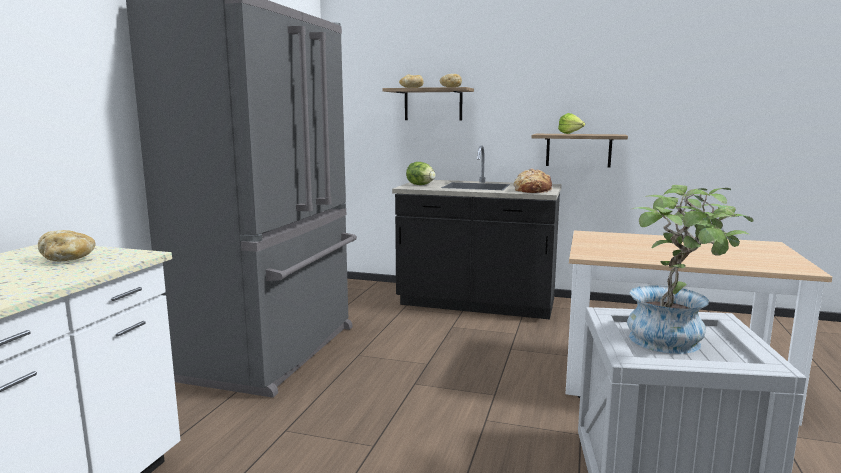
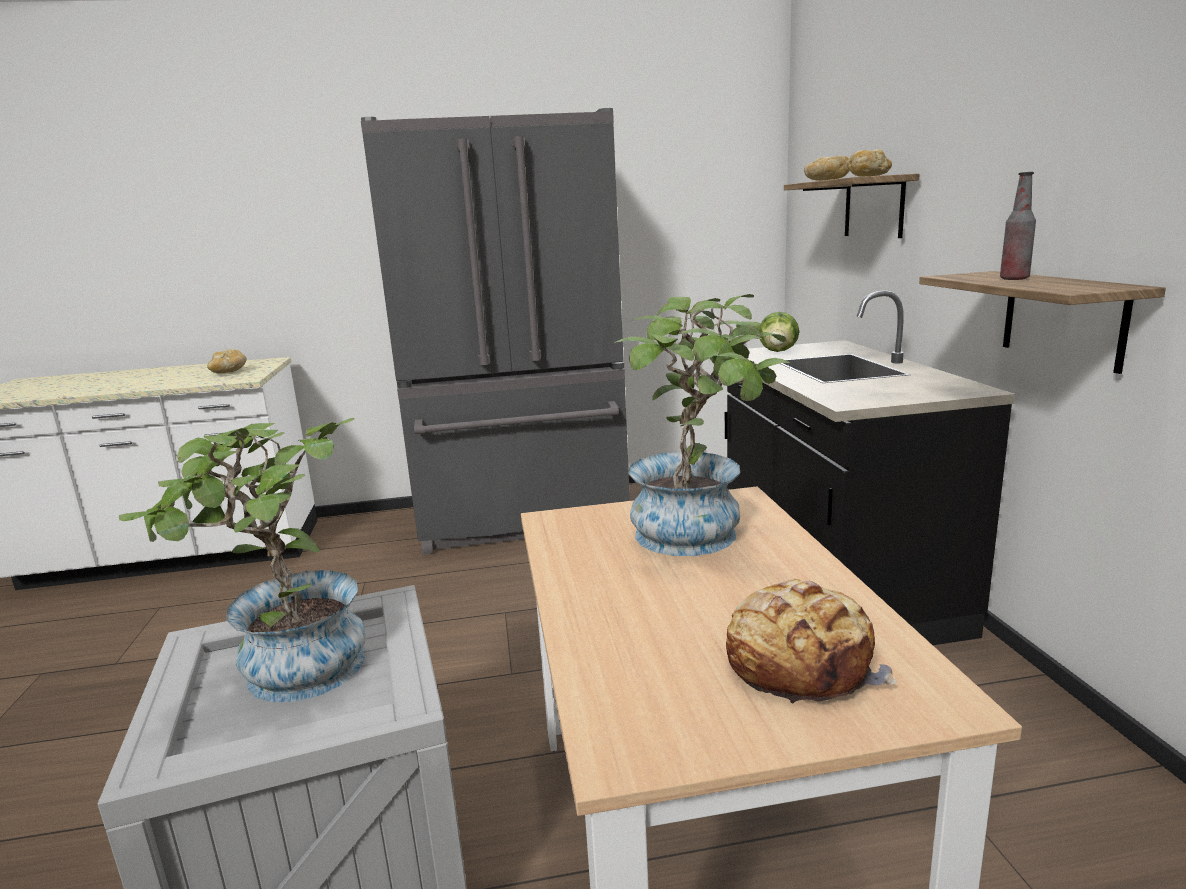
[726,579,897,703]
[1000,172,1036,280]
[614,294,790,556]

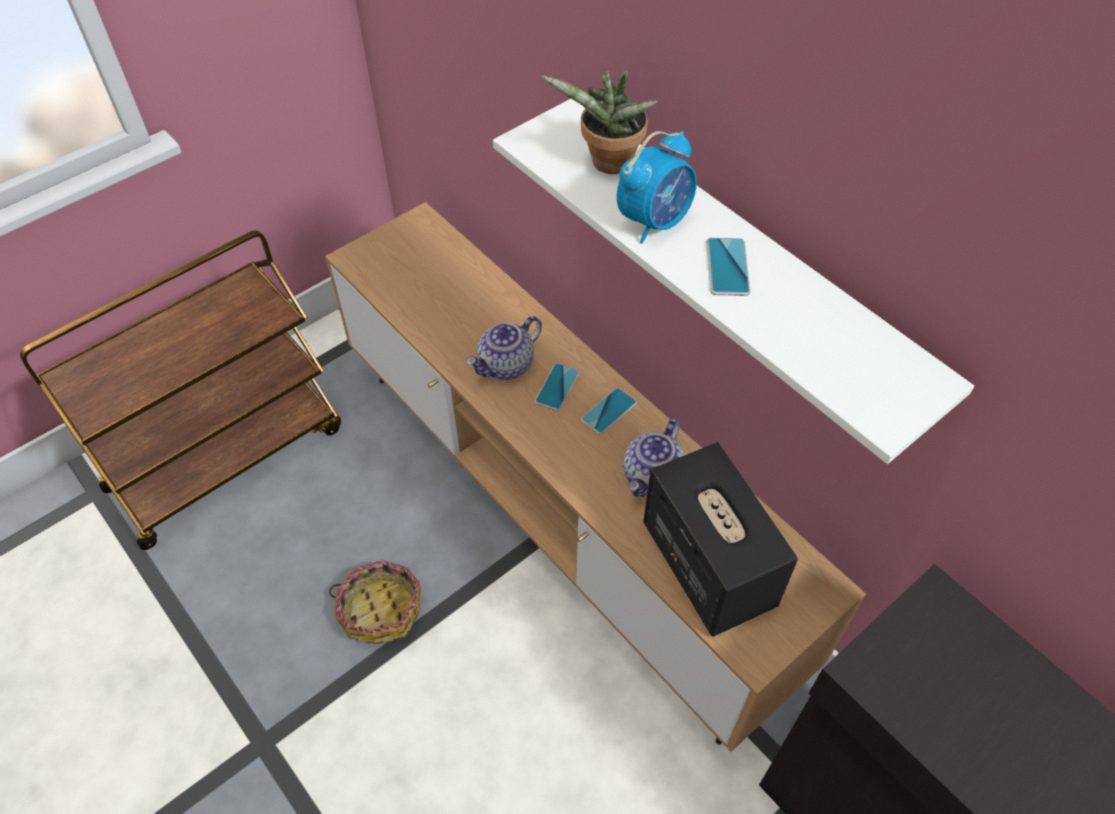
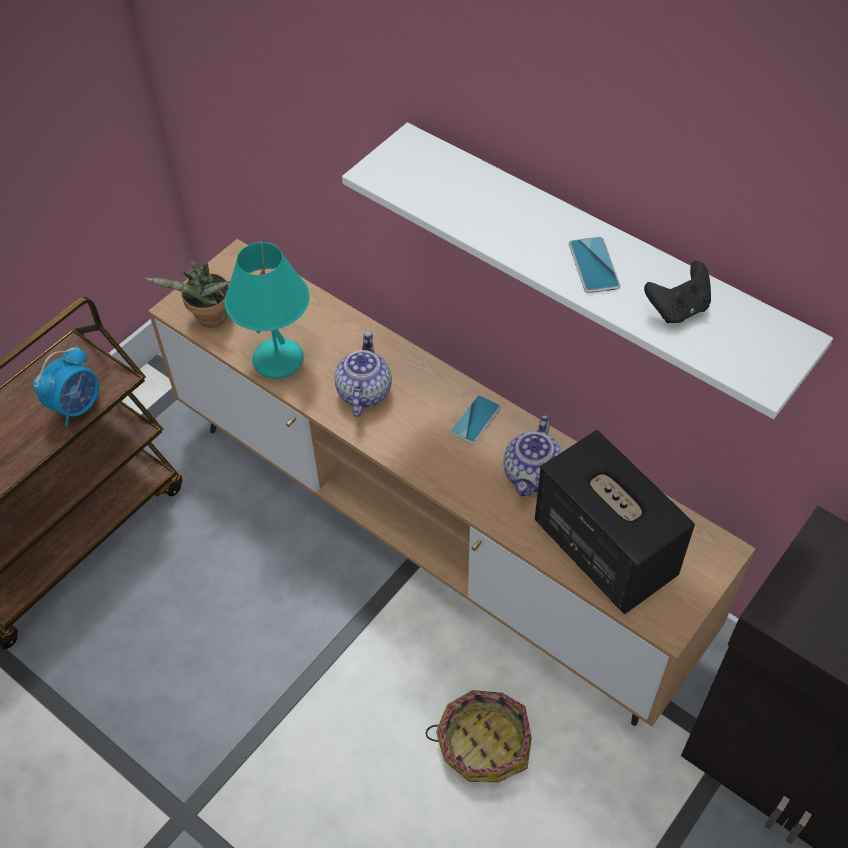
[426,690,532,782]
[335,331,392,417]
[535,363,580,411] (first image)
[144,260,230,328]
[33,345,100,427]
[224,242,310,379]
[644,261,711,323]

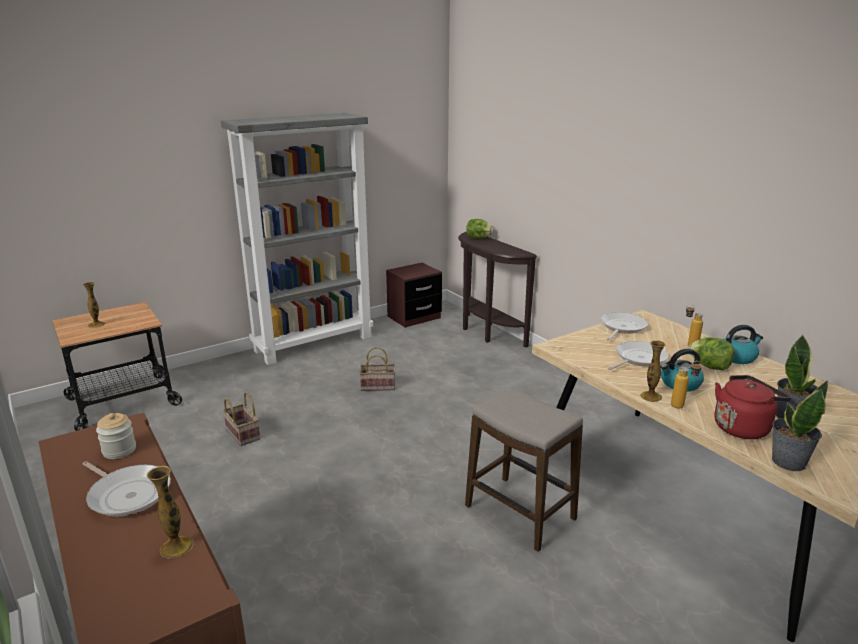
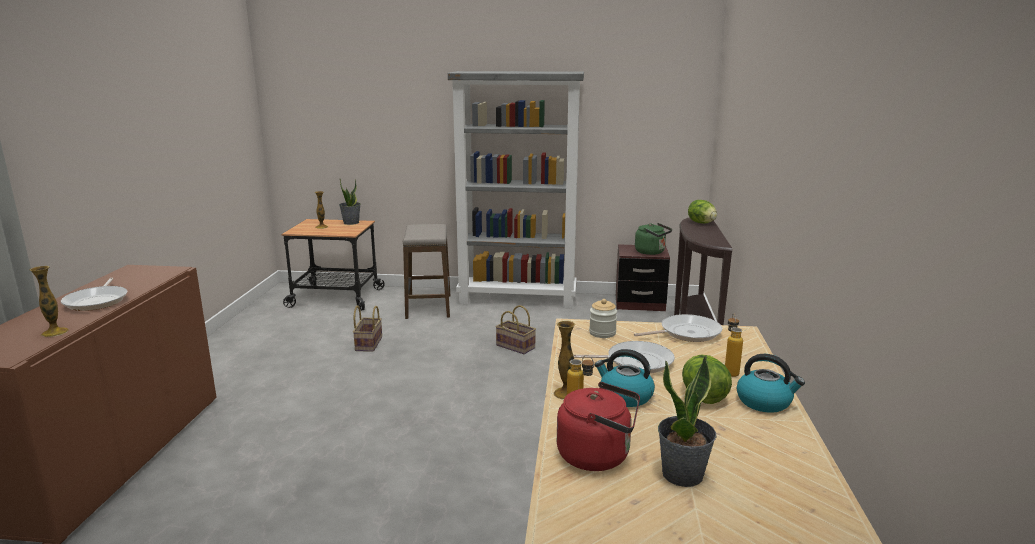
[589,299,617,338]
[403,224,450,319]
[339,179,361,225]
[635,223,672,255]

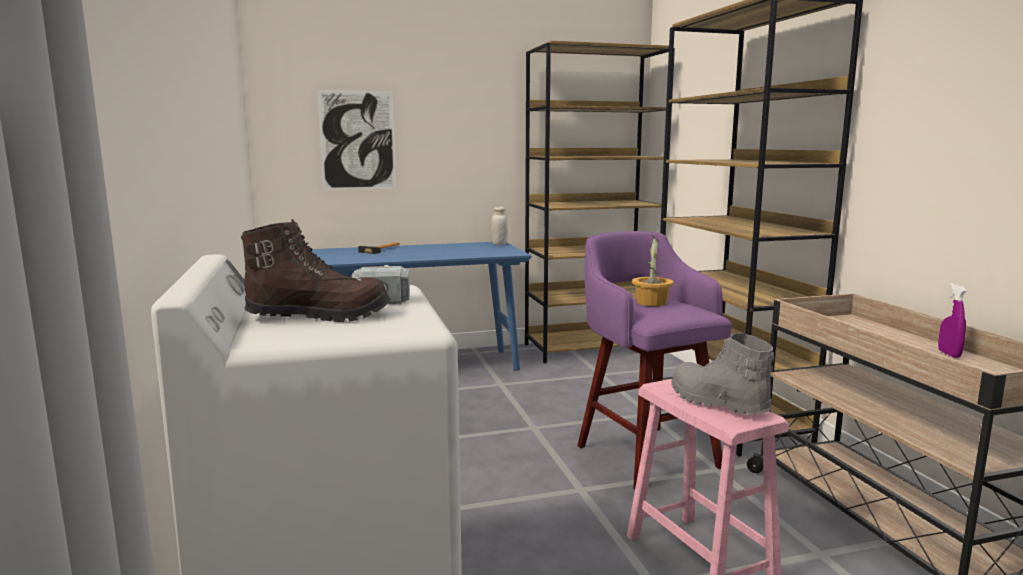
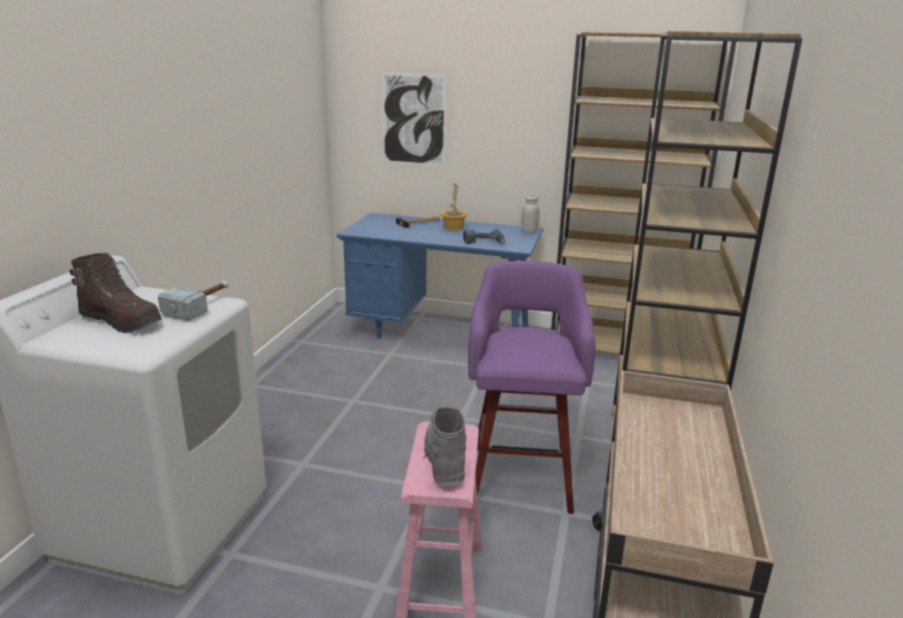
[441,184,467,231]
[938,283,967,358] (first image)
[463,229,505,244]

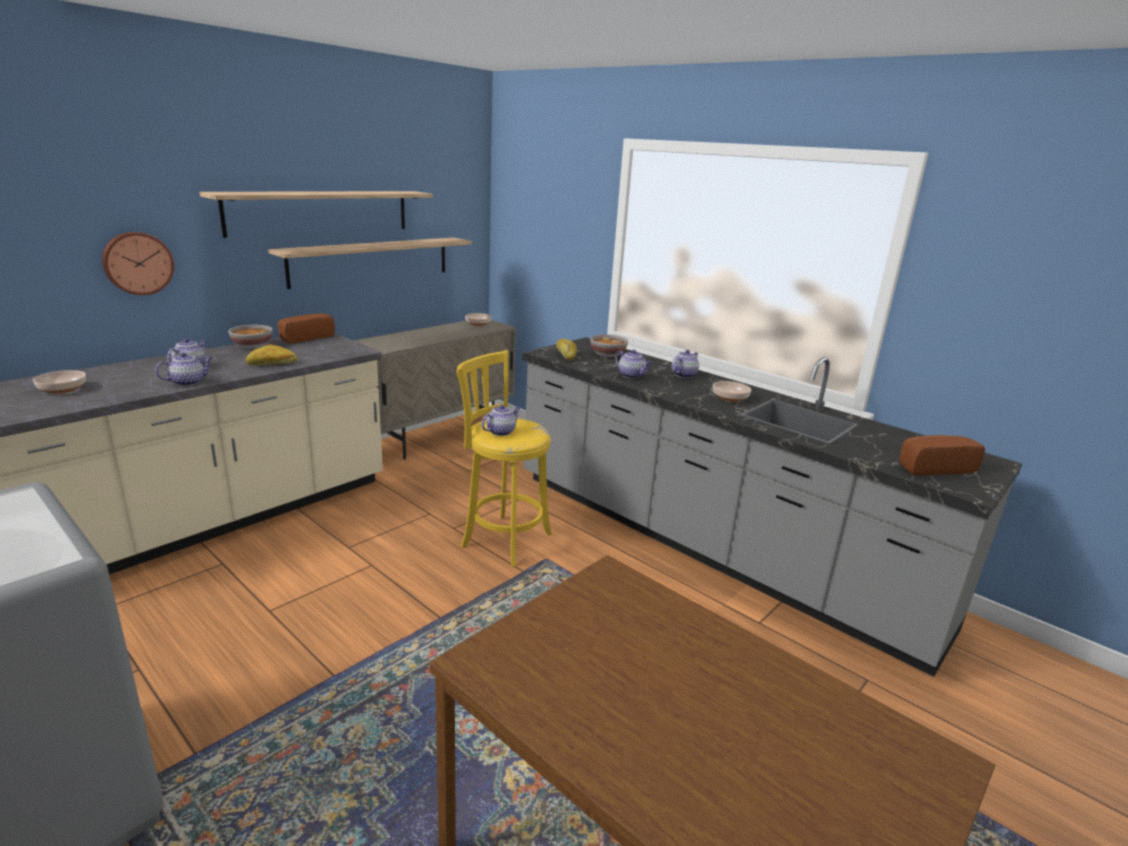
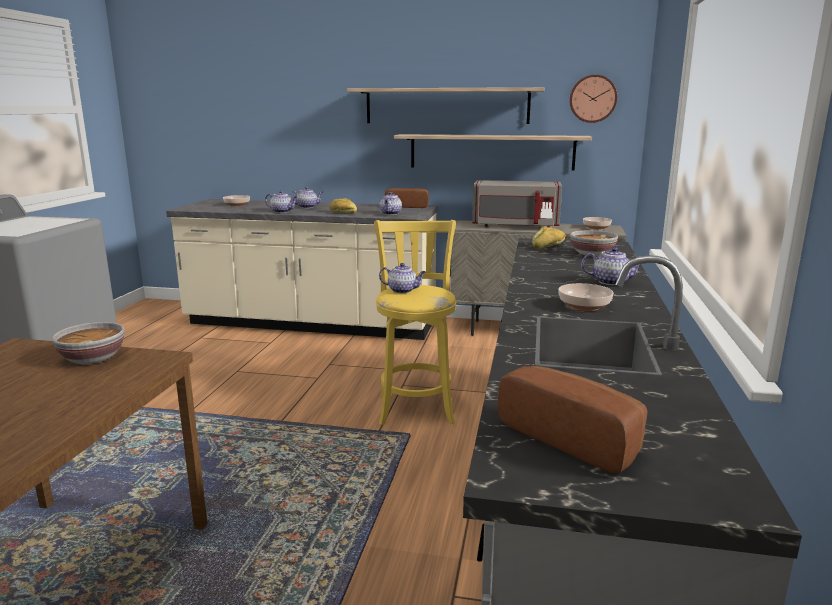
[570,75,617,123]
[52,322,124,364]
[380,192,402,215]
[472,180,562,227]

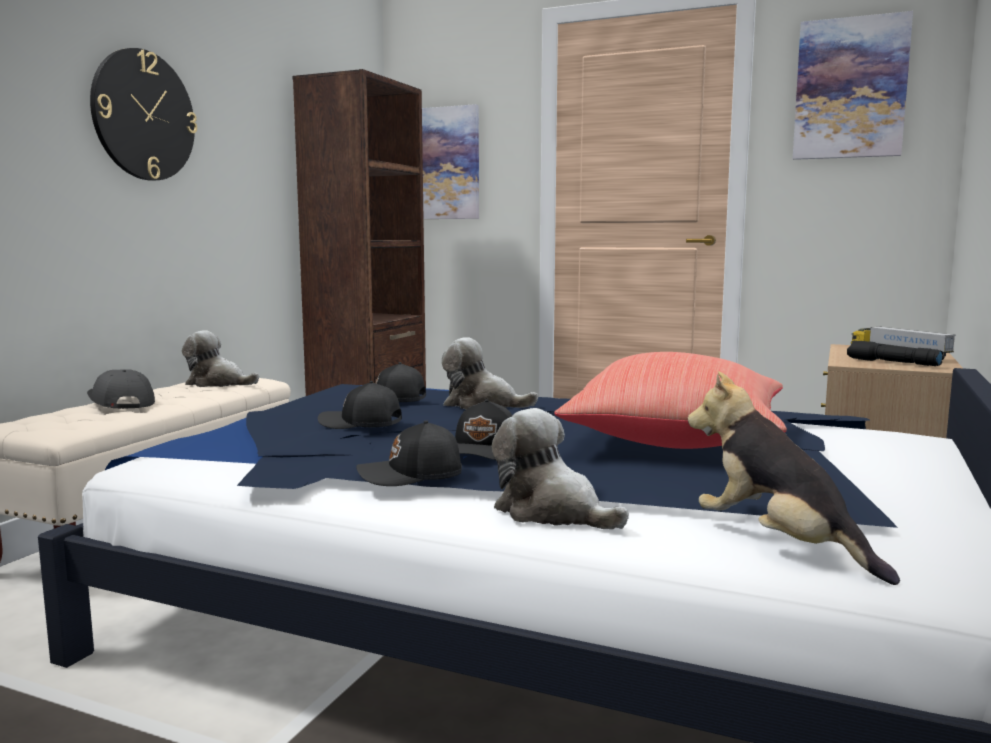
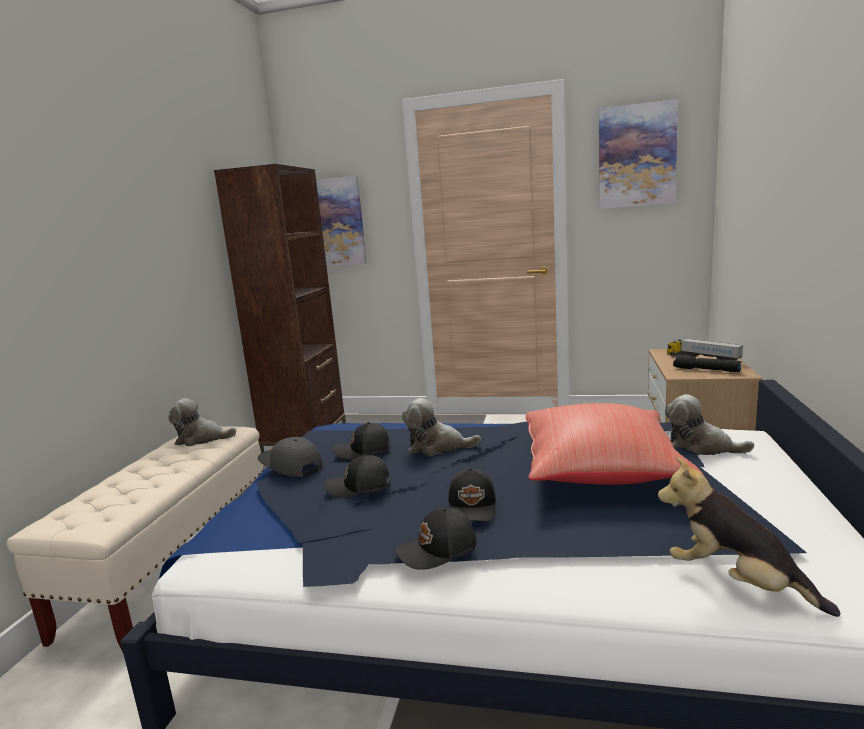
[258,437,323,477]
[90,48,197,181] (first image)
[665,394,754,456]

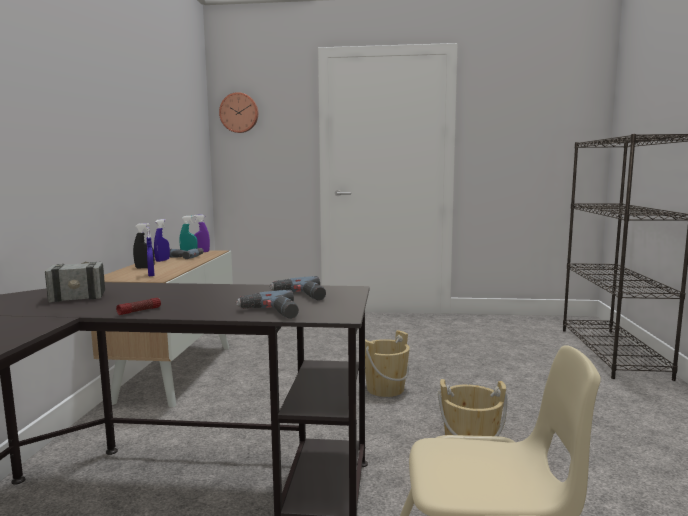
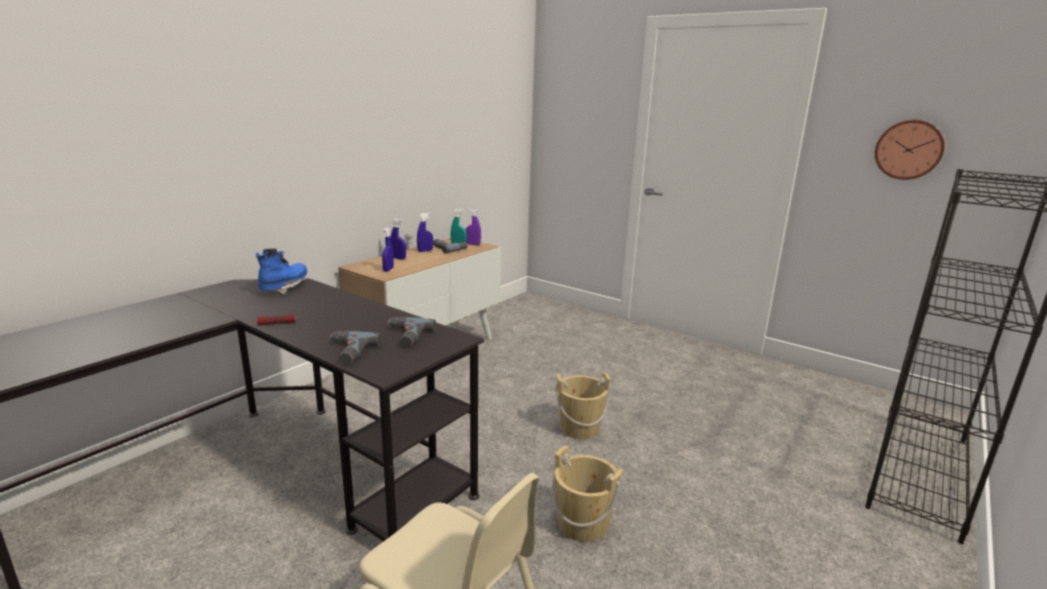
[255,248,307,294]
[390,219,406,260]
[875,120,945,180]

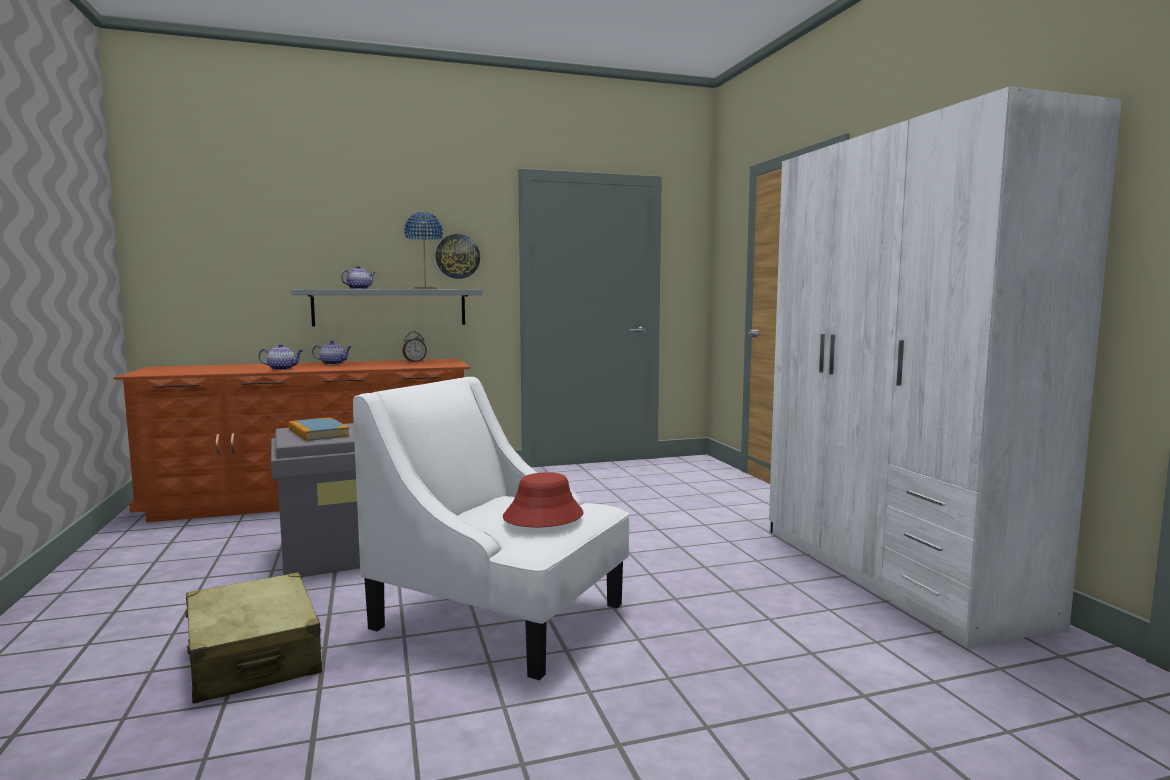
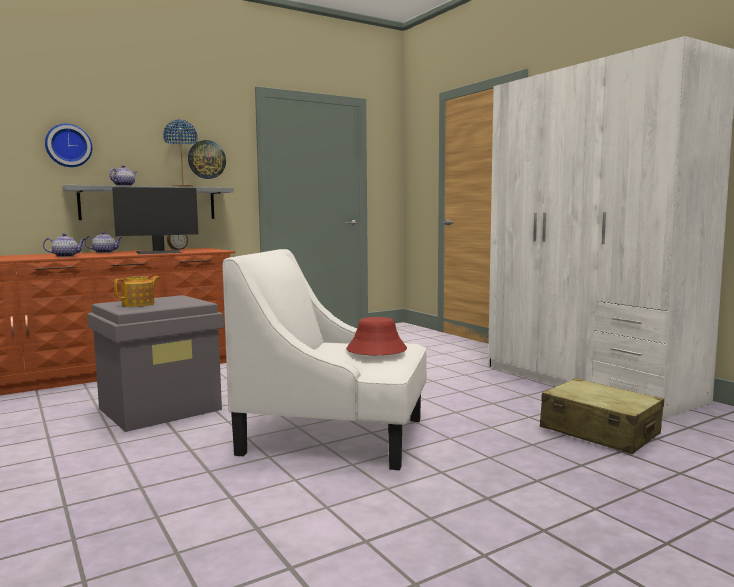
[540,378,664,454]
[114,276,160,307]
[45,124,92,167]
[112,187,198,254]

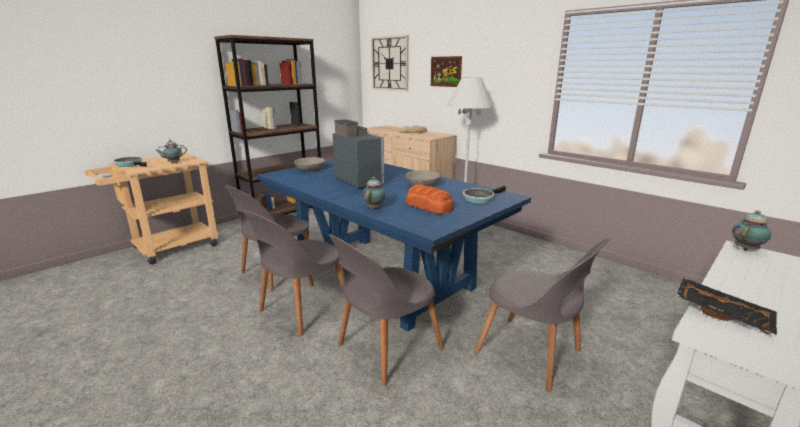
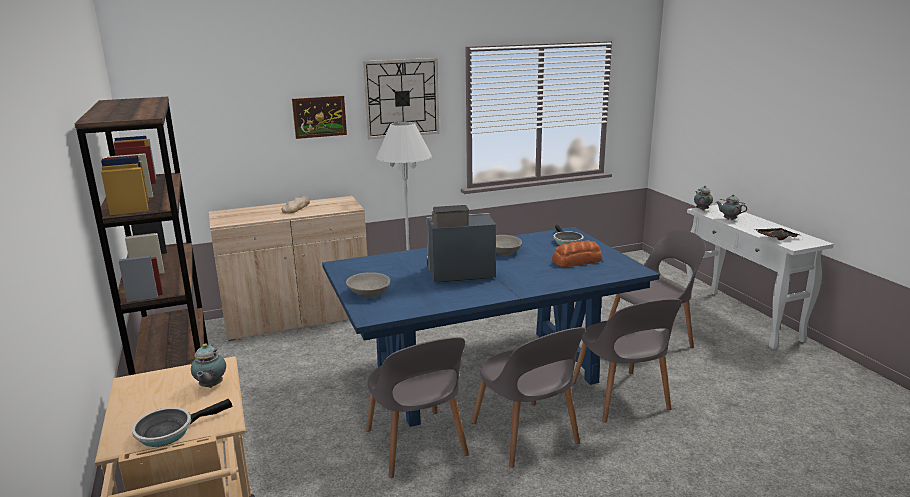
[716,194,747,220]
[363,58,439,139]

